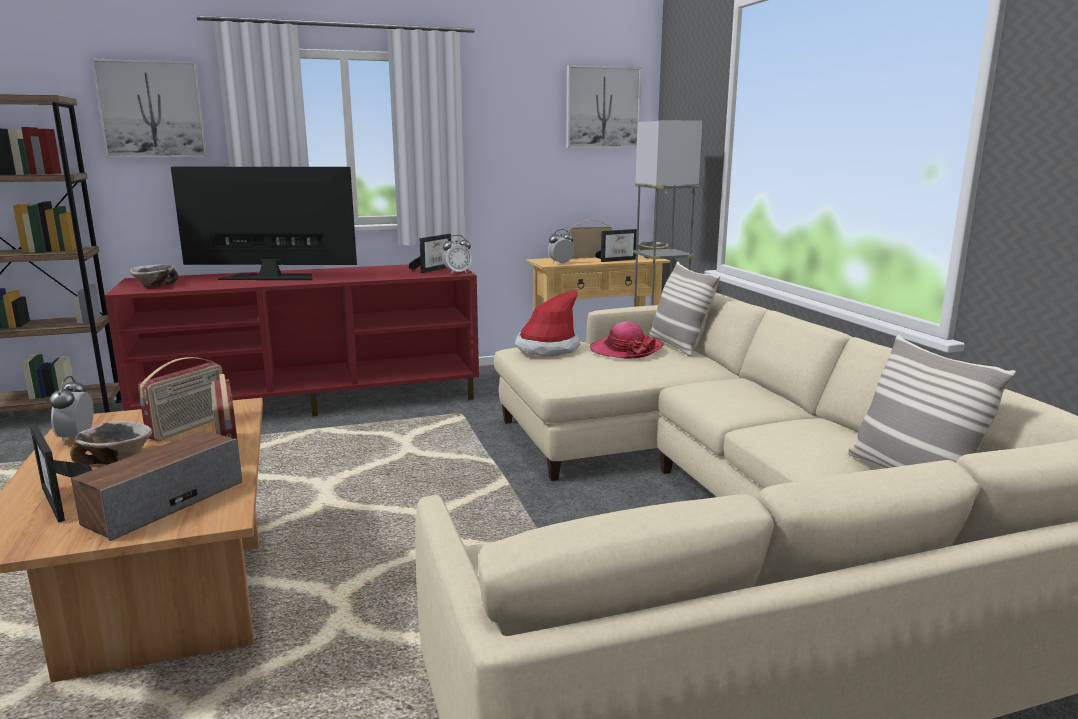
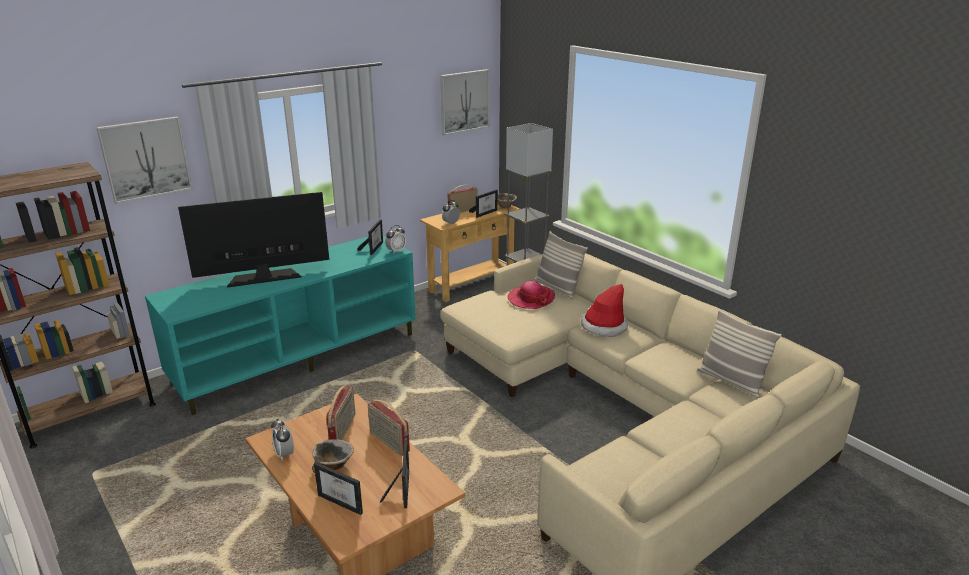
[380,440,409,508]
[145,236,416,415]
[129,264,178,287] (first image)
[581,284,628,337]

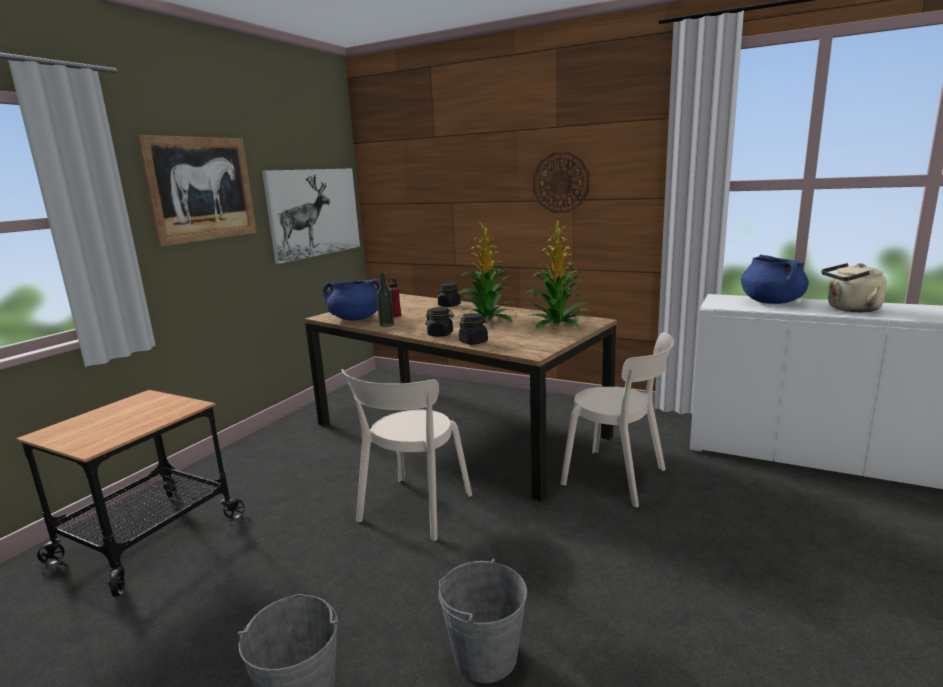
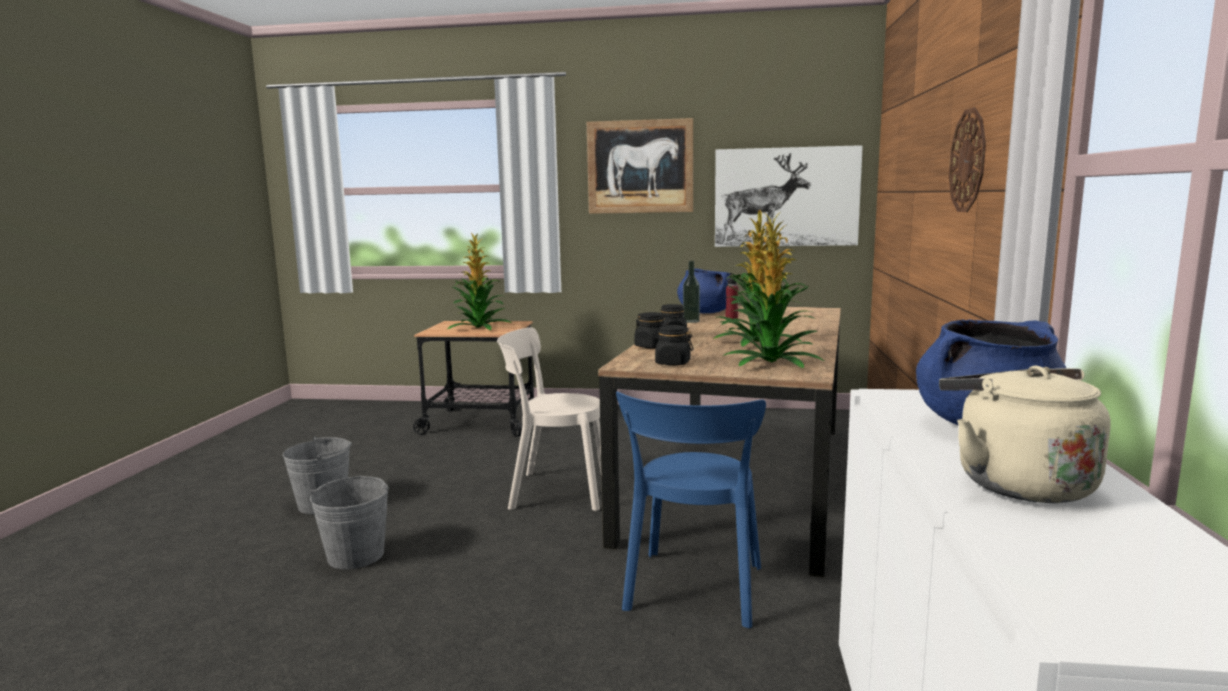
[652,325,693,366]
[616,392,766,628]
[448,233,512,330]

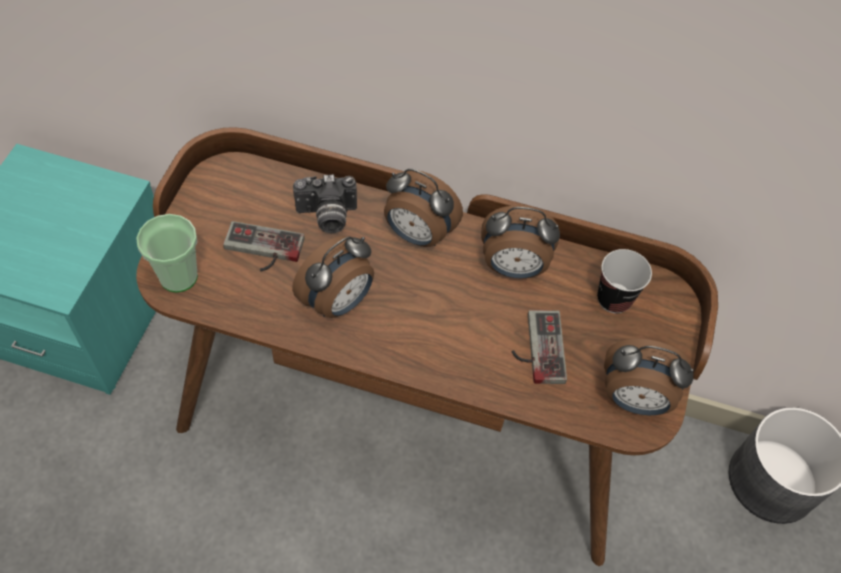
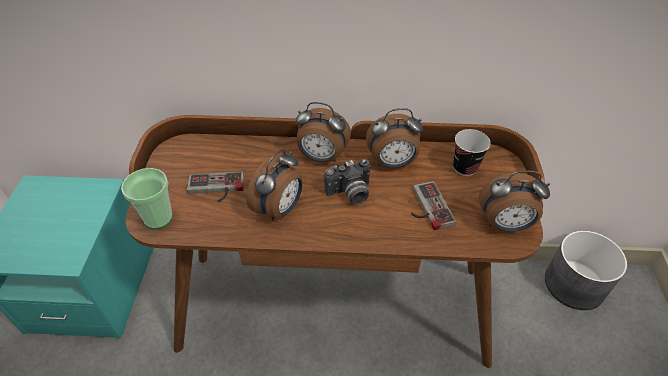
[324,159,370,204]

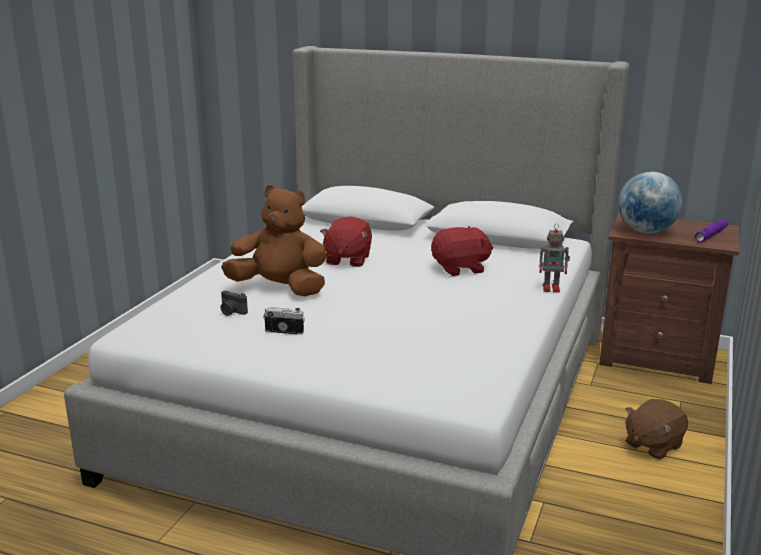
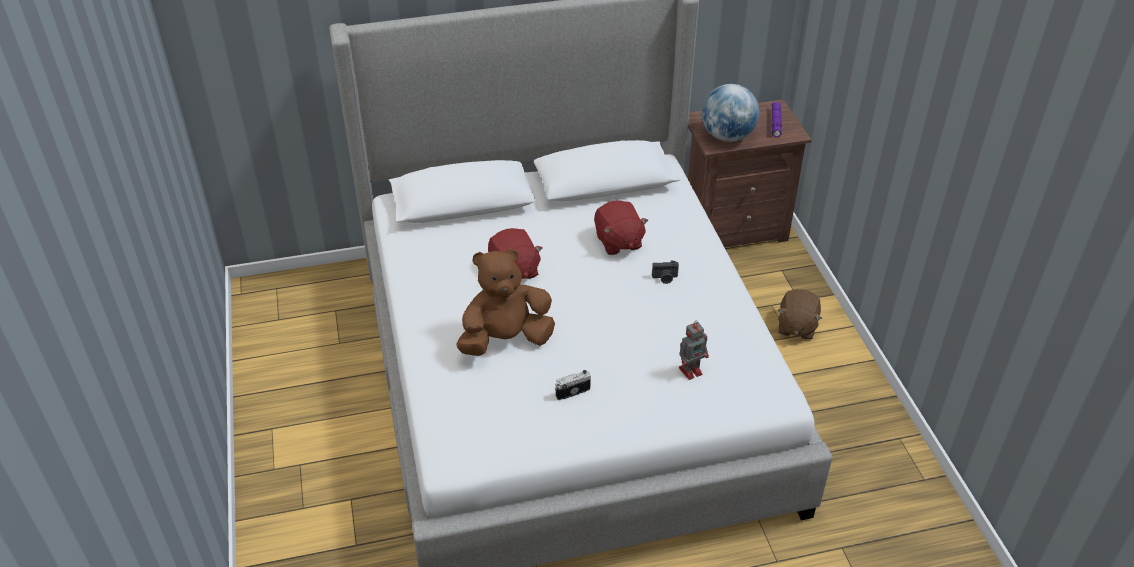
[652,261,679,284]
[594,200,648,255]
[679,320,709,380]

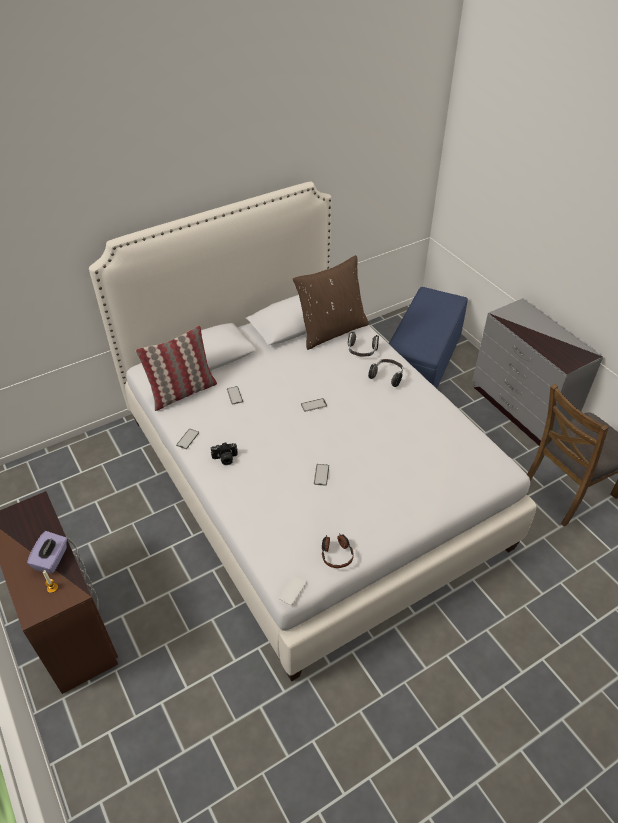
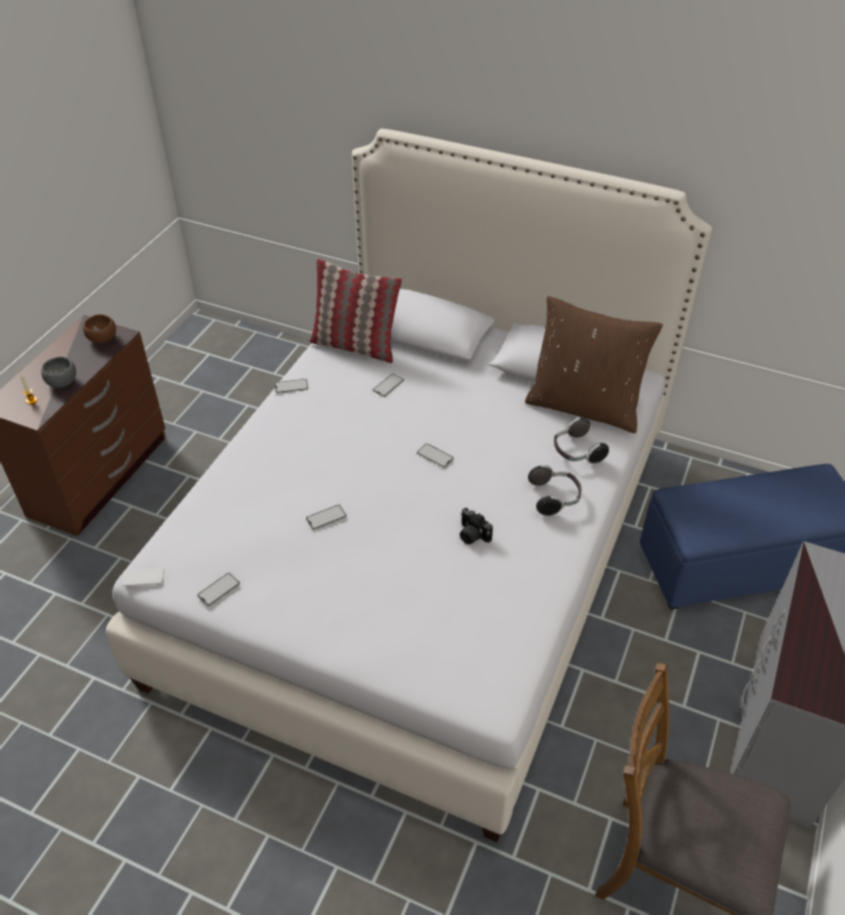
[41,357,76,388]
[460,508,493,545]
[197,573,240,606]
[83,314,116,343]

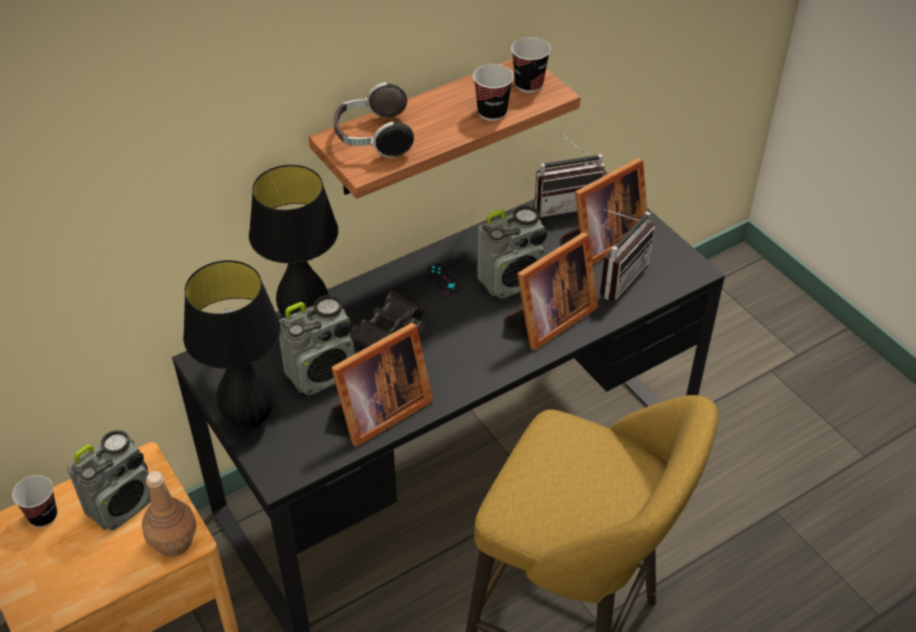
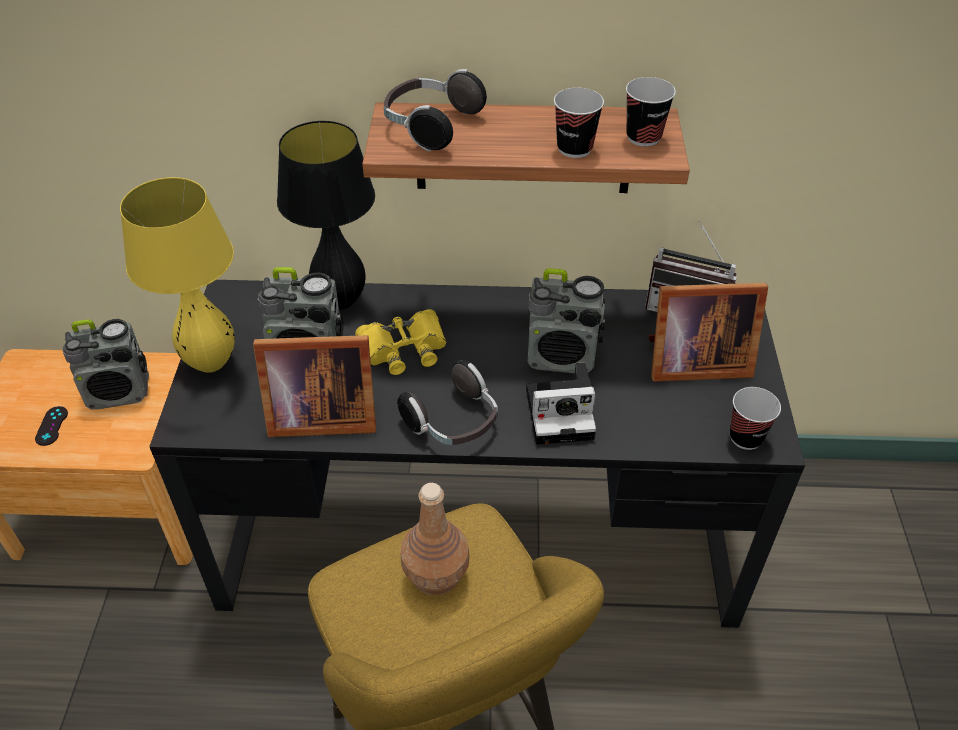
[730,387,781,450]
[401,483,470,596]
[120,177,235,373]
[355,309,447,375]
[35,406,68,446]
[526,363,596,445]
[600,209,655,301] (first image)
[397,360,498,445]

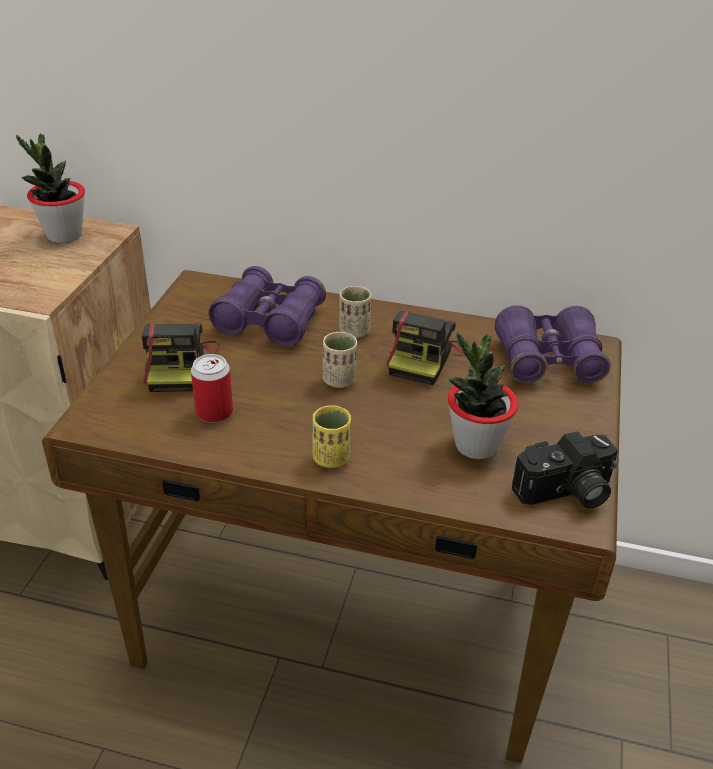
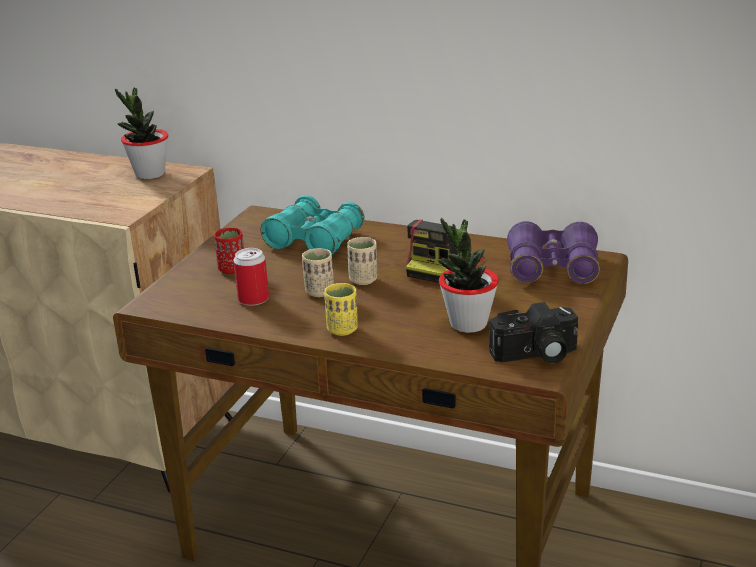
[214,228,244,274]
[261,195,365,255]
[302,248,334,297]

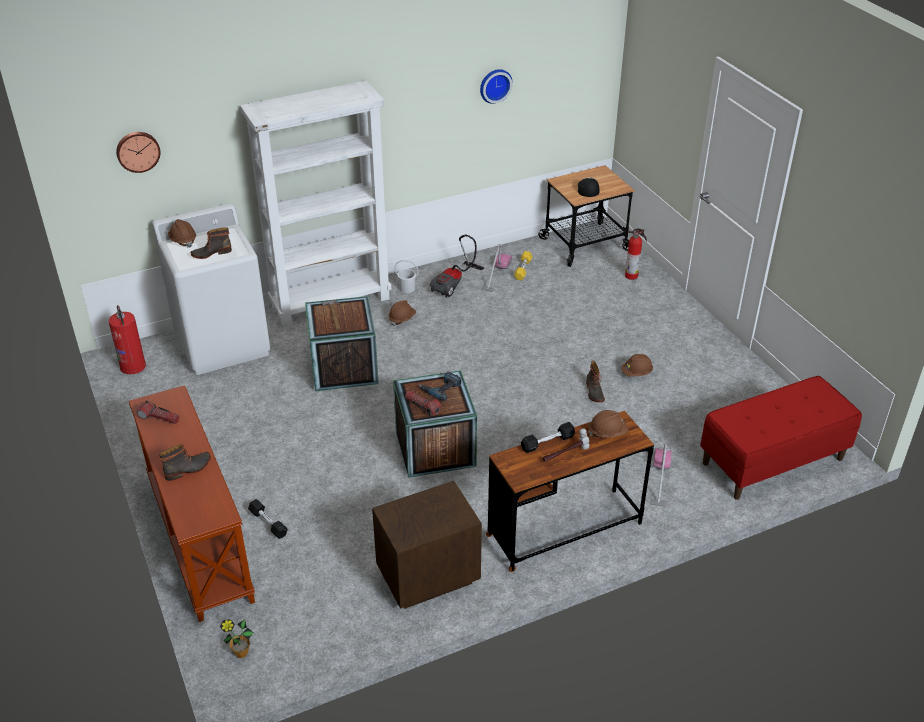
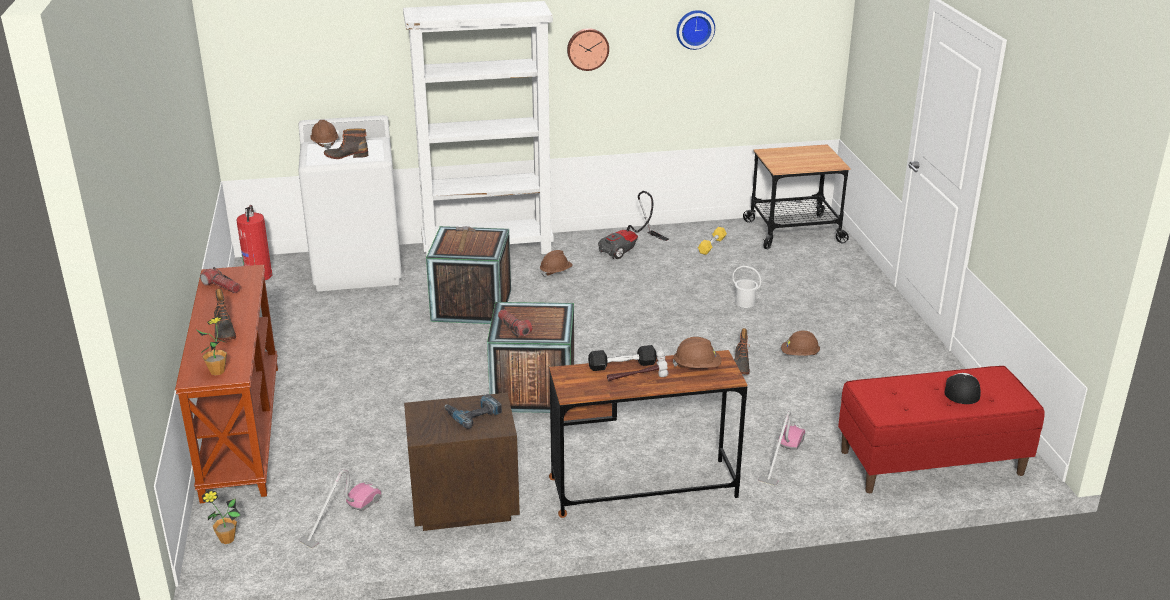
[567,28,609,71]
[214,289,236,341]
[248,499,288,539] (first image)
[733,266,761,308]
[445,394,502,429]
[299,470,381,549]
[944,373,981,404]
[625,228,647,280] (first image)
[197,316,227,376]

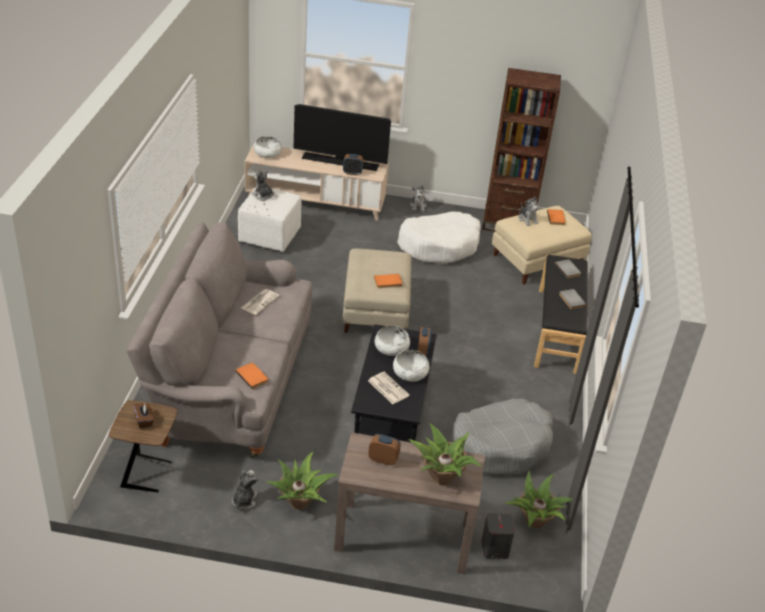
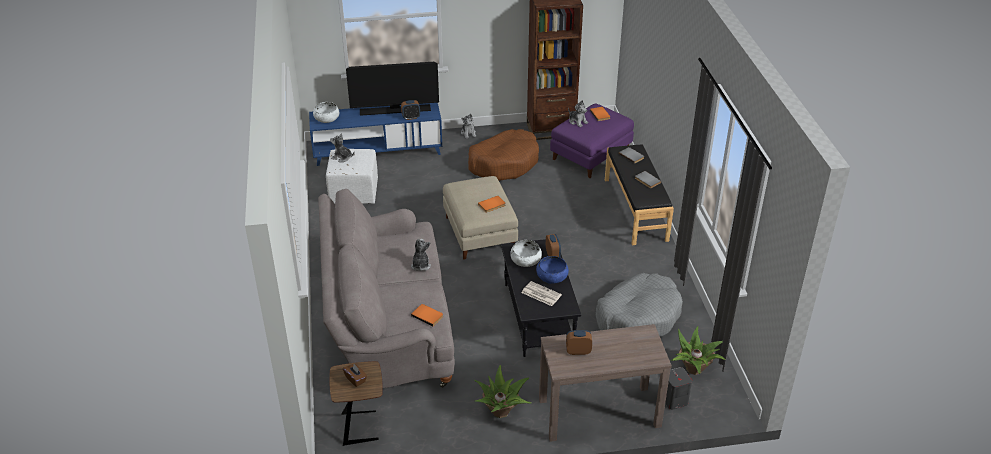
[411,239,431,271]
[241,289,280,315] (first image)
[309,103,442,166]
[536,256,569,284]
[468,129,539,181]
[408,423,482,485] (first image)
[550,104,634,178]

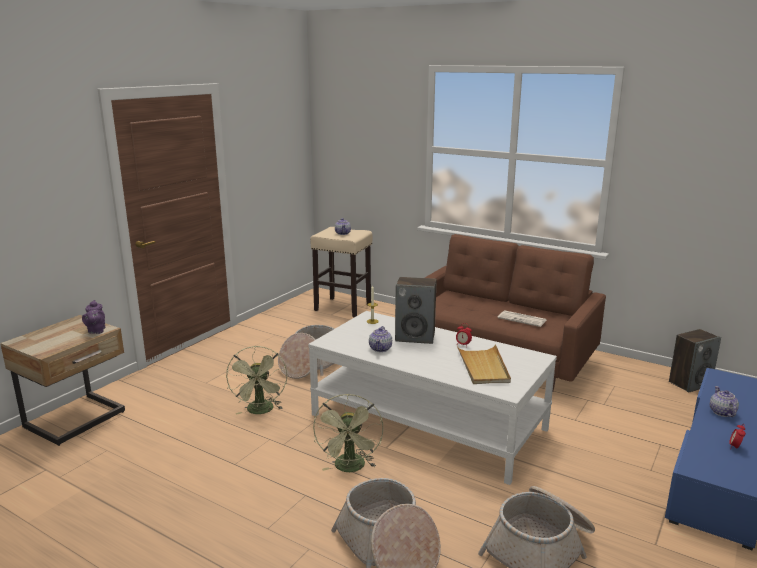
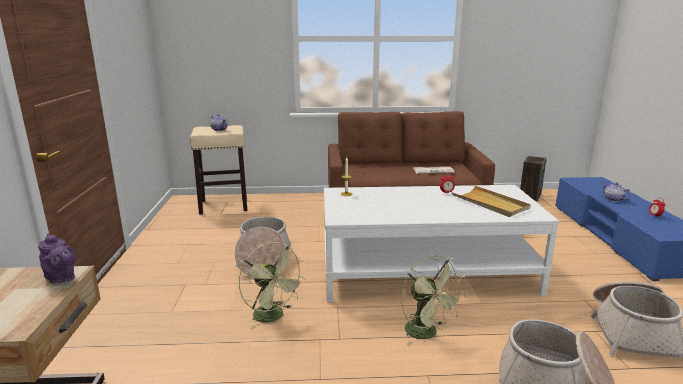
[369,326,392,352] (first image)
[395,277,436,344] (first image)

